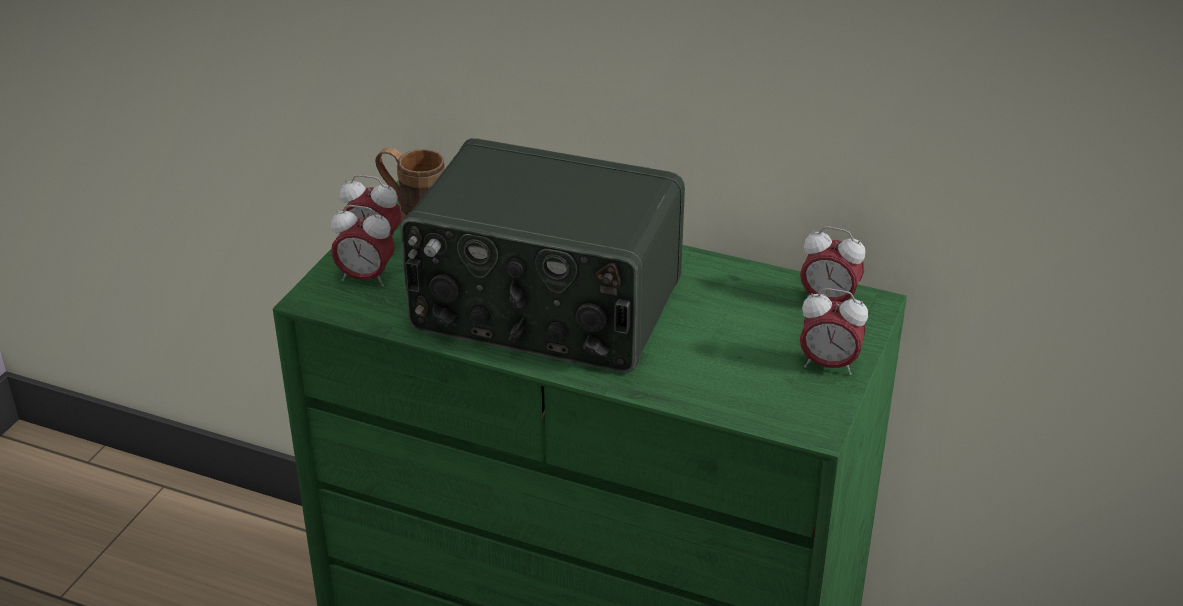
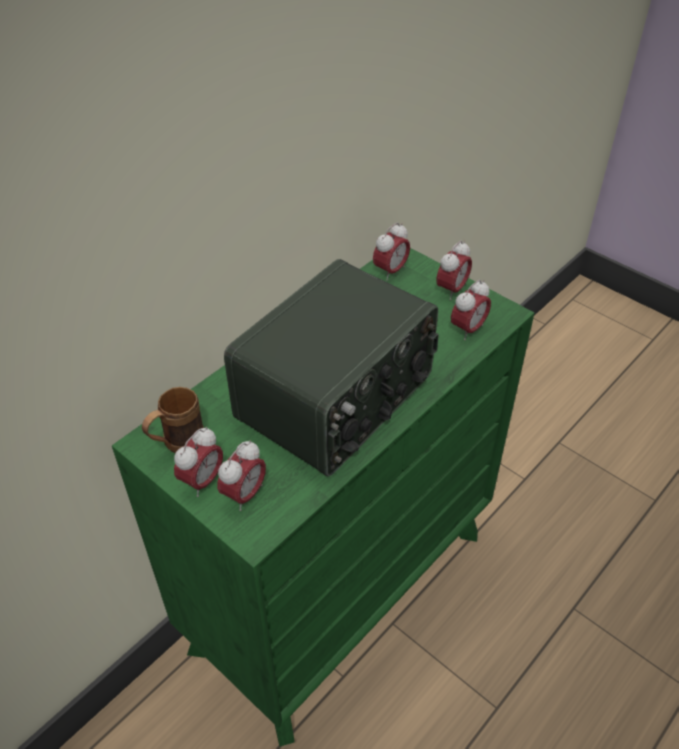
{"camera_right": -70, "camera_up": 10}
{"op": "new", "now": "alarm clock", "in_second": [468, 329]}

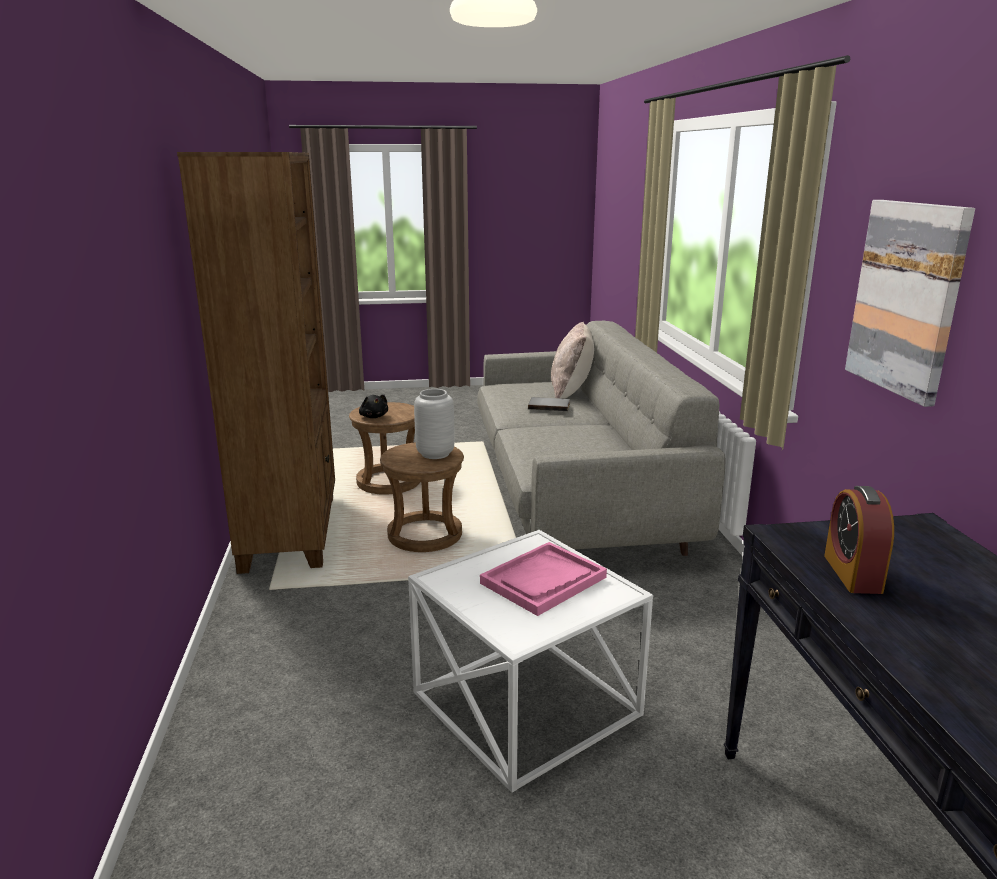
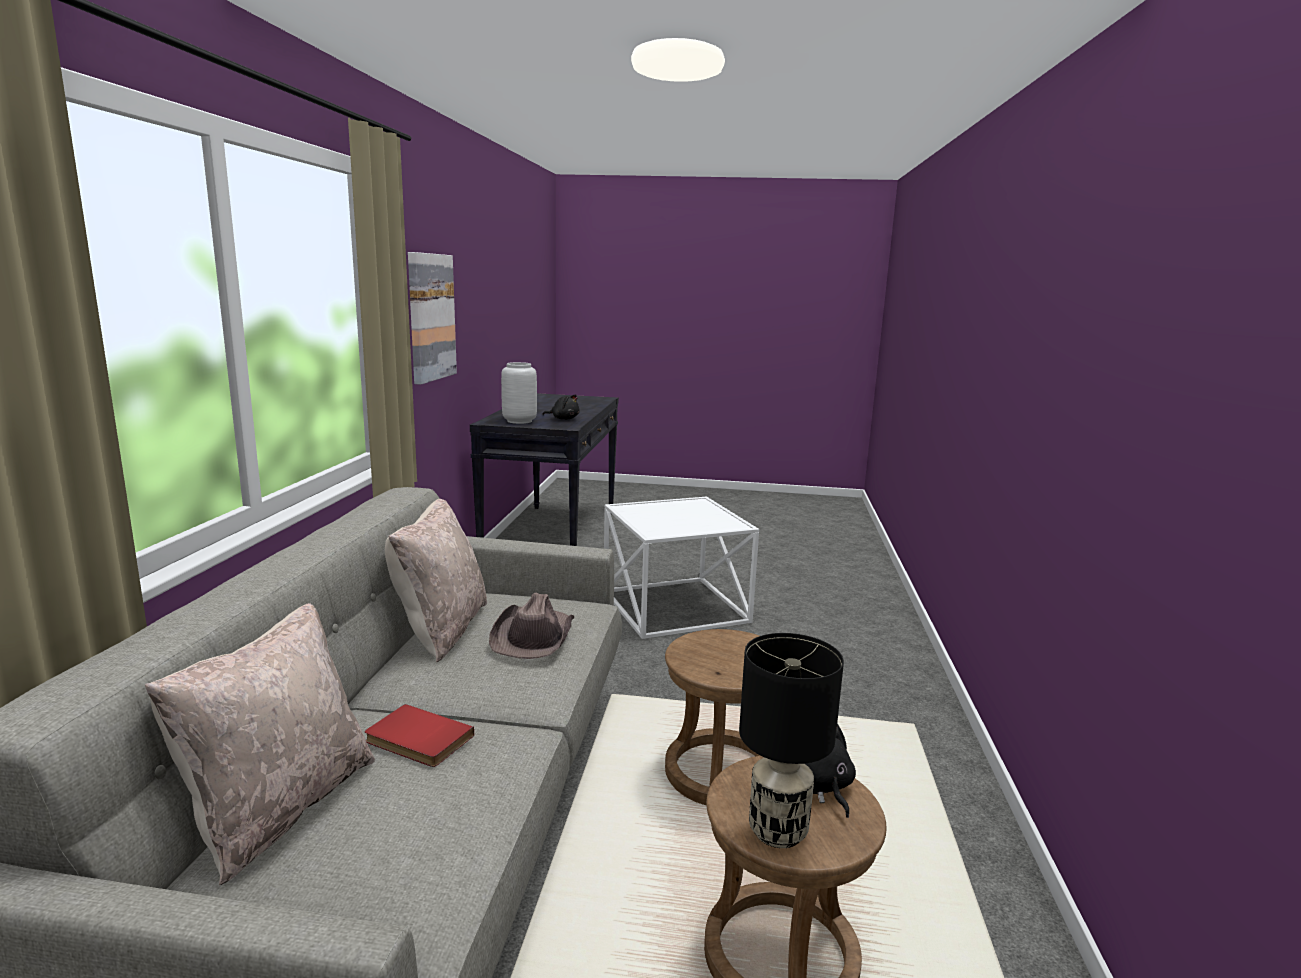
{"camera_right": -165, "camera_up": -5}
{"op": "gone", "was": "brownish bookshelf", "in_first": [291, 531]}
{"op": "shifted", "was": "gray decorative vase", "in_first": [436, 454], "in_second": [518, 421]}
{"op": "repainted", "was": "gray book", "now": "reddish book", "in_first": [549, 406], "in_second": [417, 740]}
{"op": "swapped", "was": "alarm clock", "now": "black cuddly toy", "in_first": [852, 573], "in_second": [563, 419]}
{"op": "gone", "was": "pink serving tray", "in_first": [543, 580]}
{"op": "new", "now": "sand-coloured throw pillow", "in_second": [440, 630]}
{"op": "new", "now": "brownish clothing hat", "in_second": [533, 636]}
{"op": "new", "now": "black lamp for a table", "in_second": [776, 831]}

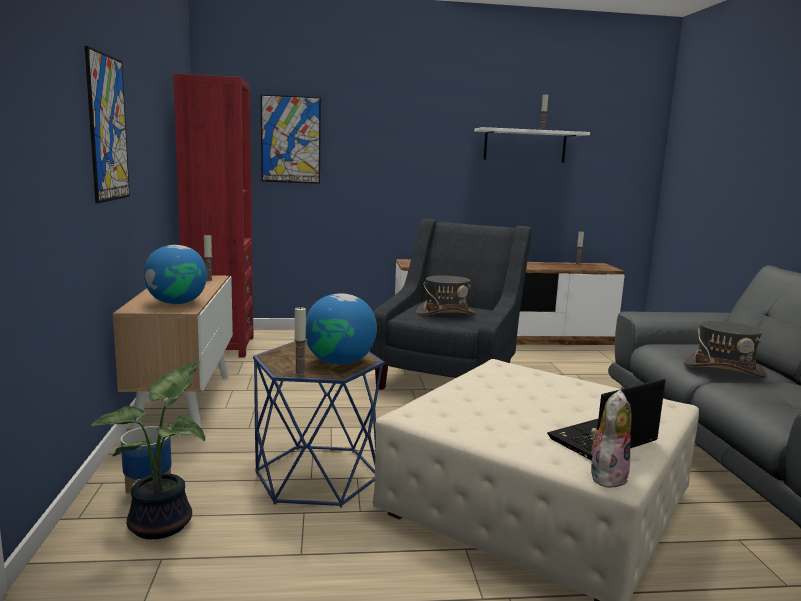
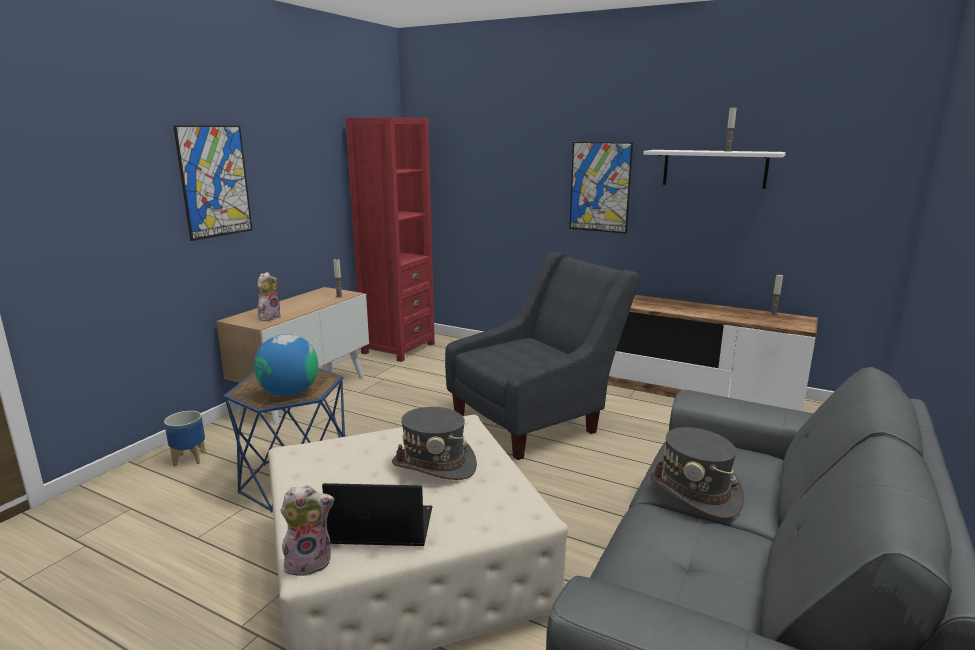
{"camera_right": 35, "camera_up": 5}
{"op": "shifted", "was": "picture", "in_first": [290, 139], "in_second": [600, 187]}
{"op": "swapped", "was": "world globe", "now": "cuddly toy", "in_first": [177, 303], "in_second": [269, 317]}
{"op": "shifted", "was": "gray clothing hat", "in_first": [446, 313], "in_second": [434, 465]}
{"op": "gone", "was": "candle", "in_first": [300, 373]}
{"op": "gone", "was": "houseplant", "in_first": [165, 524]}

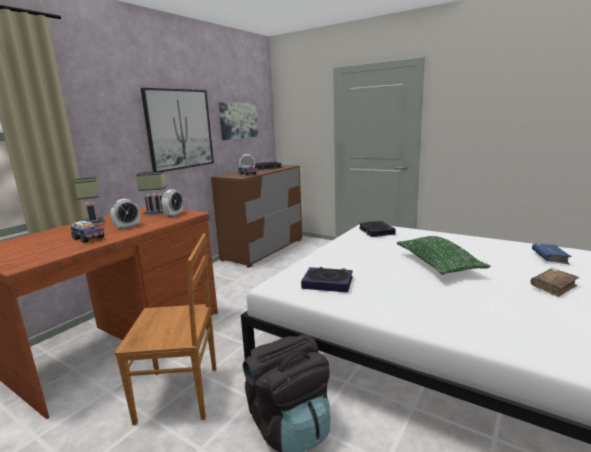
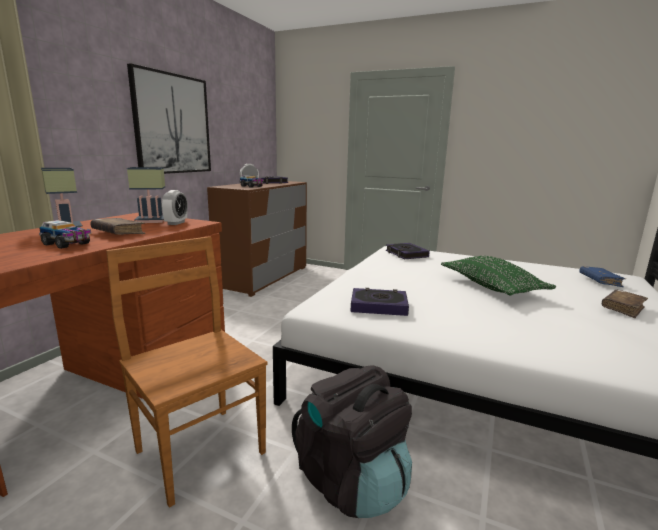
{"camera_right": -10, "camera_up": 0}
{"op": "gone", "was": "picture", "in_first": [238, 120]}
{"op": "swapped", "was": "alarm clock", "now": "brownish book", "in_first": [127, 227], "in_second": [118, 233]}
{"op": "rotated", "was": "brownish plain chair", "in_first": [181, 394], "in_second": [199, 449], "clockwise": -120}

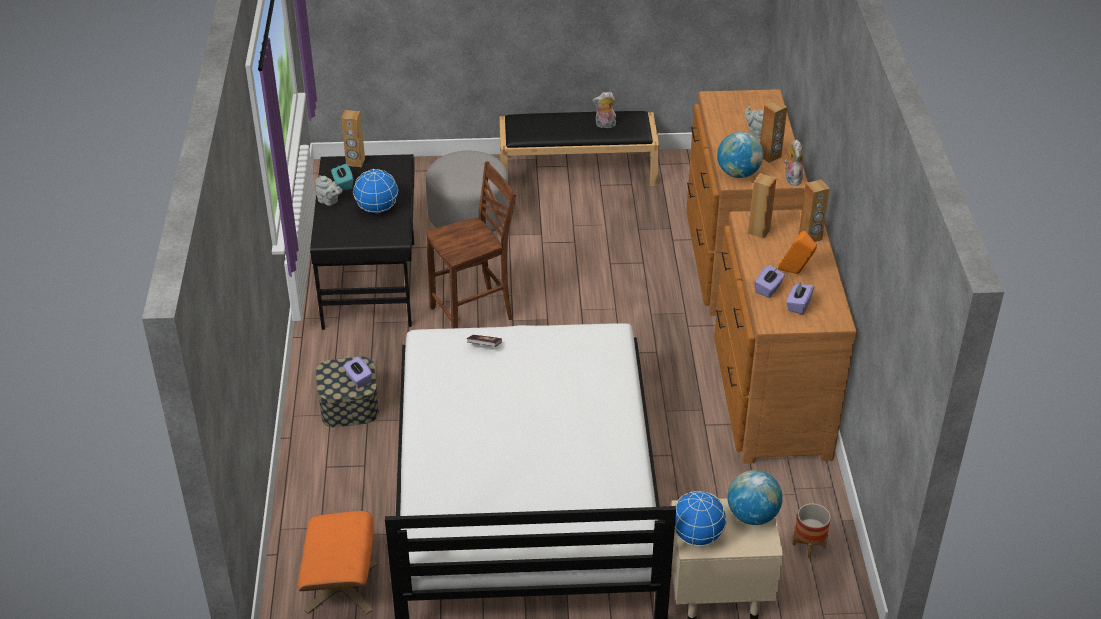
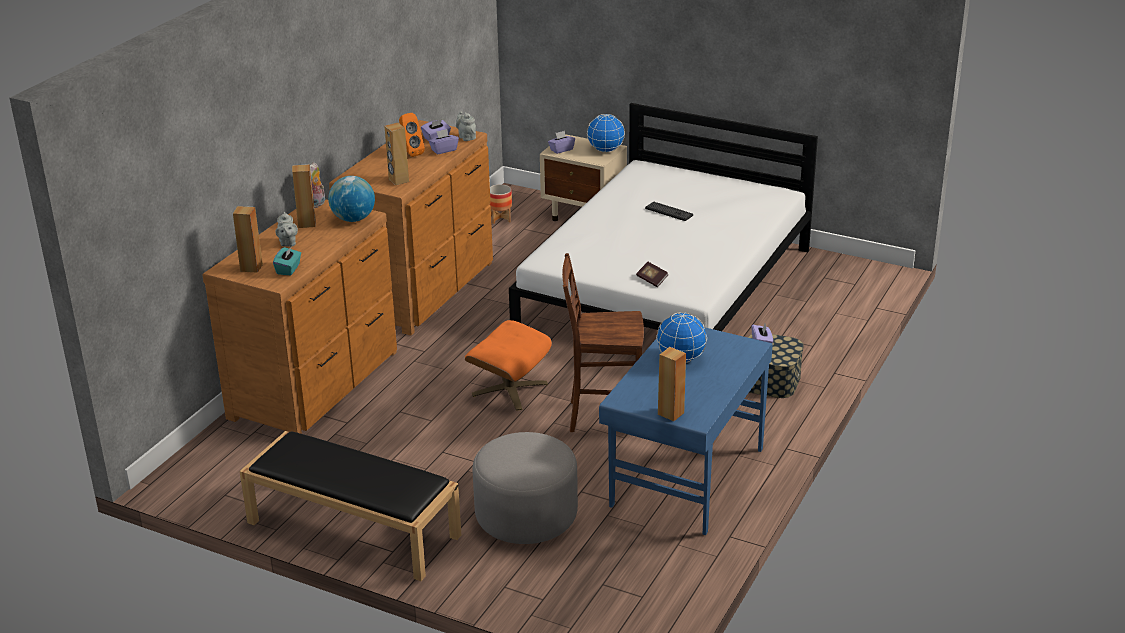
{"camera_right": -150, "camera_up": -10}
{"op": "gone", "was": "cuddly toy", "in_first": [605, 125]}
{"op": "repainted", "was": "black desk", "now": "blue desk", "in_first": [371, 283], "in_second": [685, 477]}
{"op": "shifted", "was": "turquoise box of tissues", "in_first": [343, 184], "in_second": [288, 269]}
{"op": "shifted", "was": "gray tea pot", "in_first": [329, 201], "in_second": [466, 137]}
{"op": "shifted", "was": "brownish speaker", "in_first": [810, 237], "in_second": [251, 267]}
{"op": "swapped", "was": "world globe", "now": "purple-coloured box of tissues", "in_first": [752, 515], "in_second": [561, 149]}
{"op": "shifted", "was": "orange ottoman", "in_first": [341, 587], "in_second": [509, 389]}
{"op": "new", "now": "keyboard", "in_second": [669, 212]}

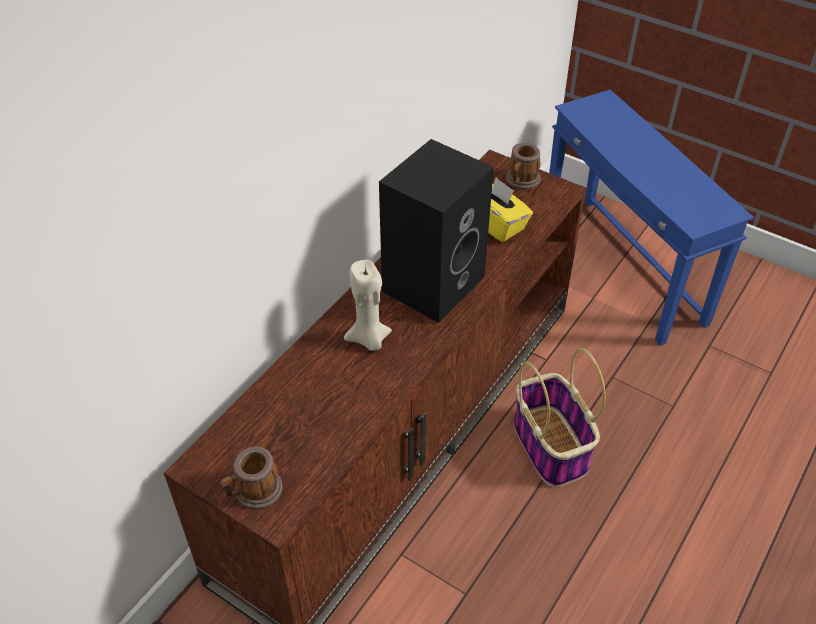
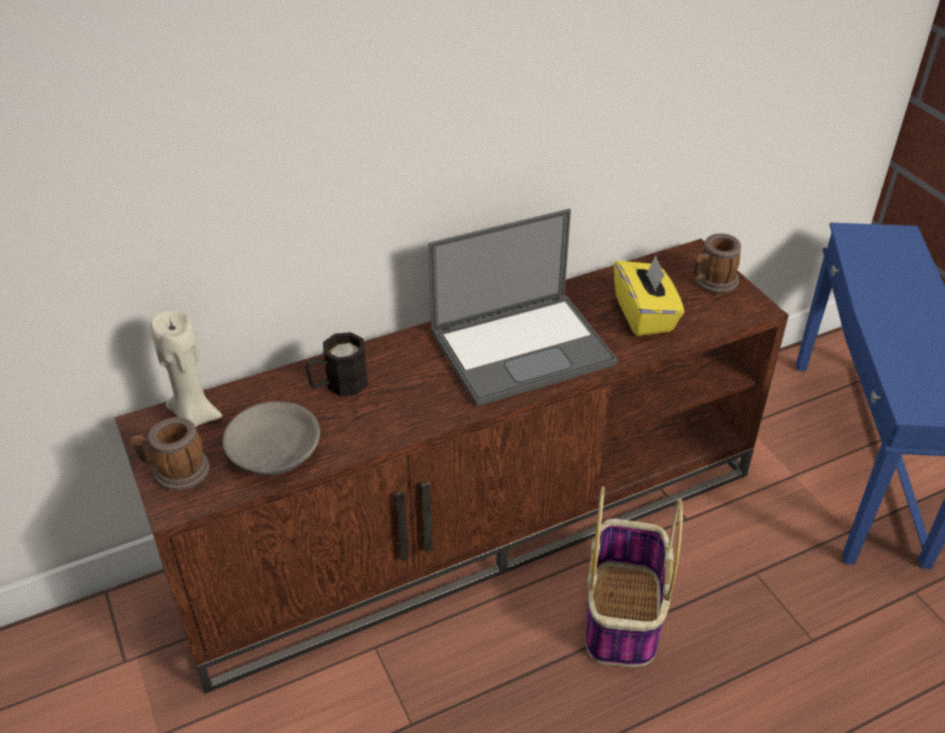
{"camera_right": 30, "camera_up": -5}
{"op": "swapped", "was": "black speaker", "now": "laptop", "in_first": [433, 282], "in_second": [523, 347]}
{"op": "shifted", "was": "sand-coloured candle", "in_first": [369, 340], "in_second": [193, 417]}
{"op": "new", "now": "black mug", "in_second": [338, 385]}
{"op": "new", "now": "gray deep dish", "in_second": [273, 451]}

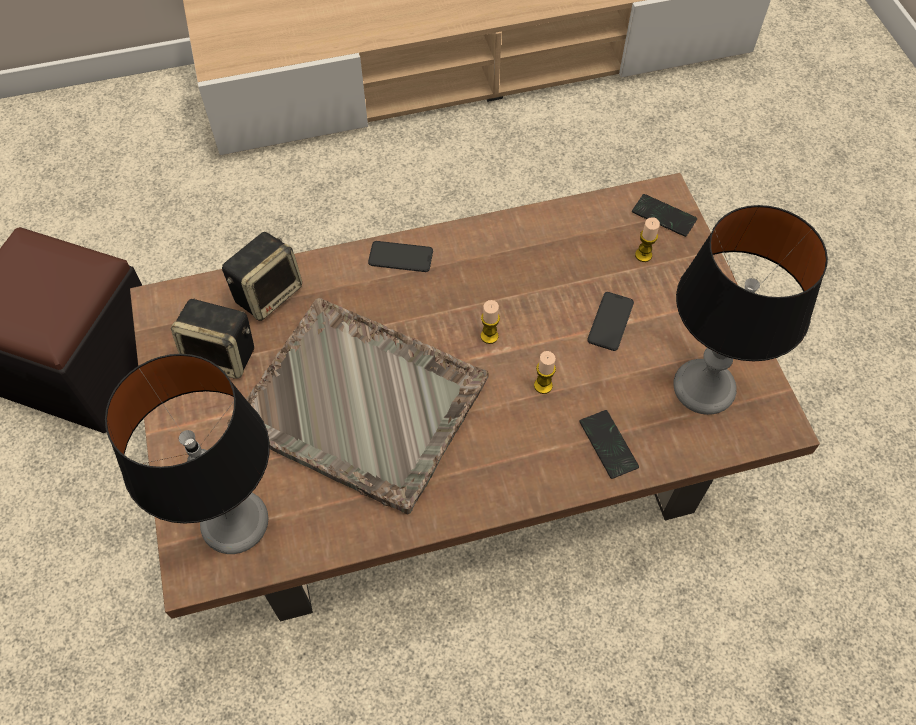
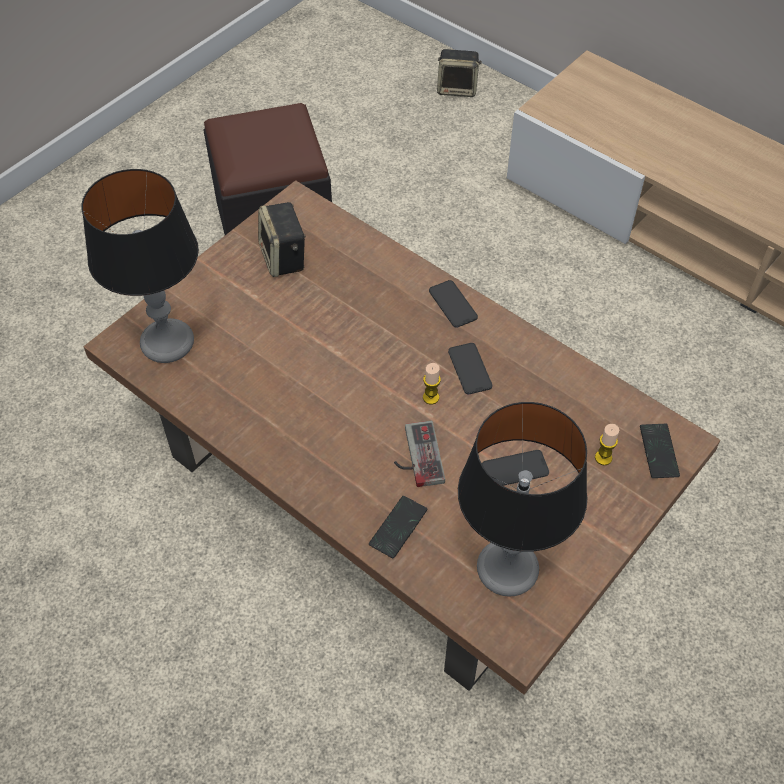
{"camera_right": 55, "camera_up": -5}
{"op": "shifted", "was": "speaker", "in_first": [268, 293], "in_second": [457, 88]}
{"op": "gone", "was": "gray serving tray", "in_first": [363, 405]}
{"op": "swapped", "was": "candle", "now": "joypad", "in_first": [543, 385], "in_second": [416, 456]}
{"op": "new", "now": "handset", "in_second": [470, 369]}

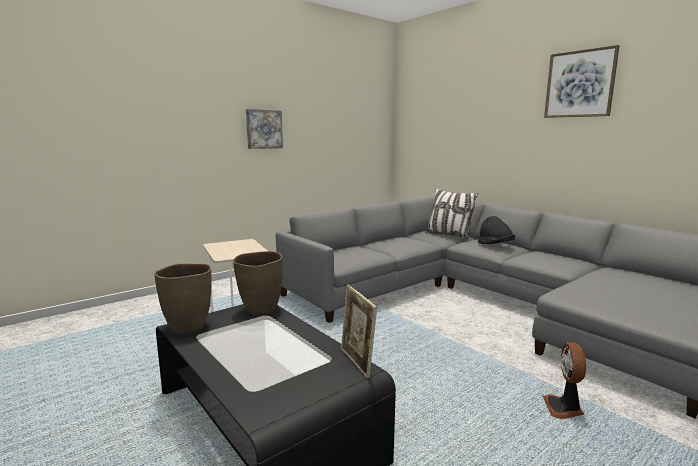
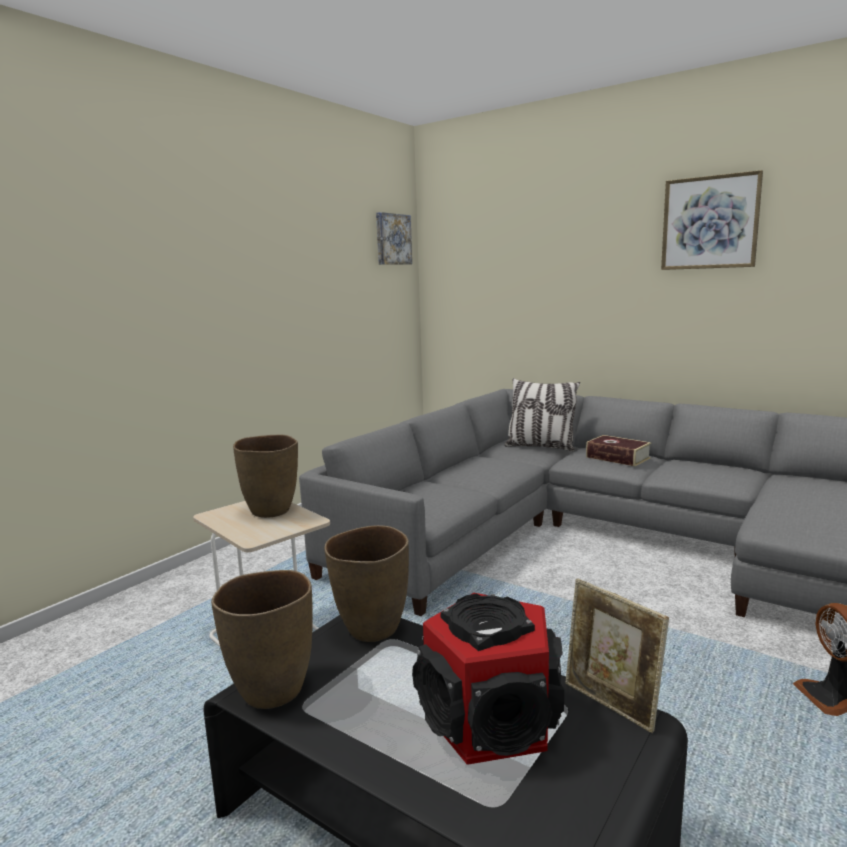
{"camera_right": -15, "camera_up": 0}
{"op": "shifted", "was": "picture", "in_first": [263, 129], "in_second": [392, 239]}
{"op": "swapped", "was": "black clothing hat", "now": "book", "in_first": [495, 245], "in_second": [617, 457]}
{"op": "new", "now": "brownish decorative vase", "in_second": [272, 511]}
{"op": "new", "now": "speaker", "in_second": [493, 722]}

